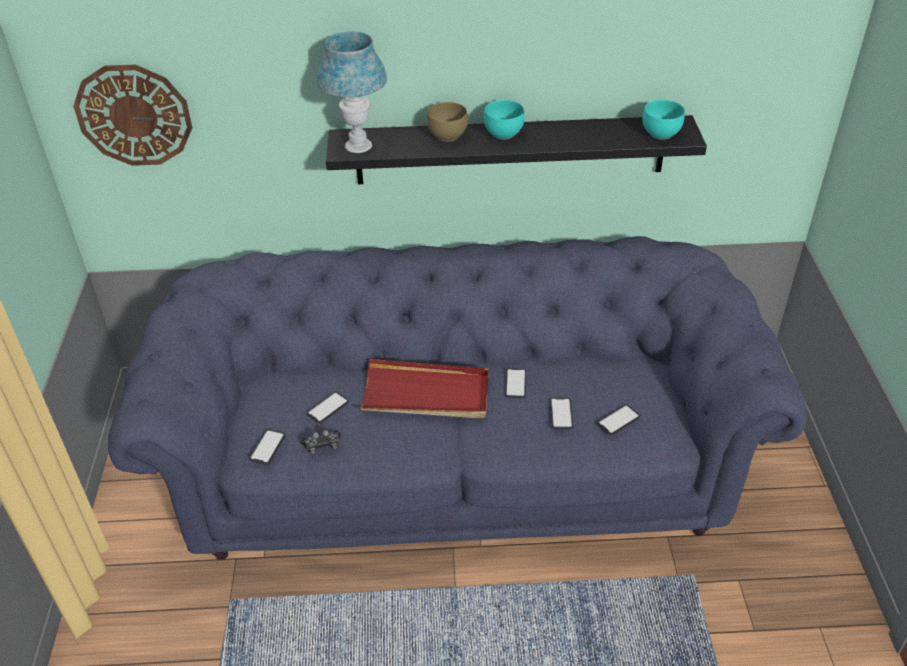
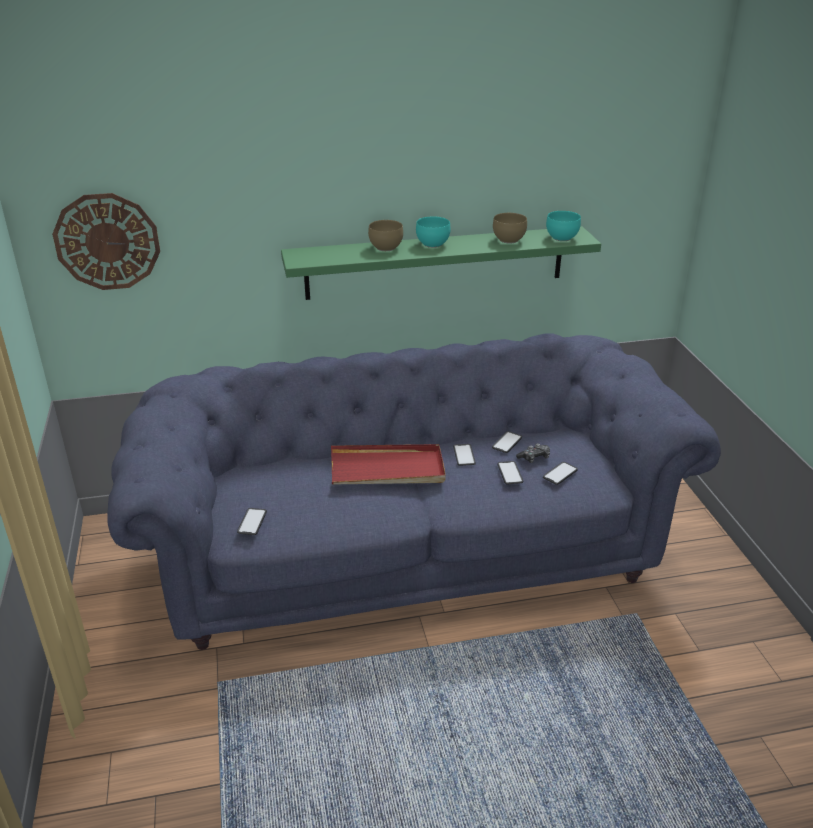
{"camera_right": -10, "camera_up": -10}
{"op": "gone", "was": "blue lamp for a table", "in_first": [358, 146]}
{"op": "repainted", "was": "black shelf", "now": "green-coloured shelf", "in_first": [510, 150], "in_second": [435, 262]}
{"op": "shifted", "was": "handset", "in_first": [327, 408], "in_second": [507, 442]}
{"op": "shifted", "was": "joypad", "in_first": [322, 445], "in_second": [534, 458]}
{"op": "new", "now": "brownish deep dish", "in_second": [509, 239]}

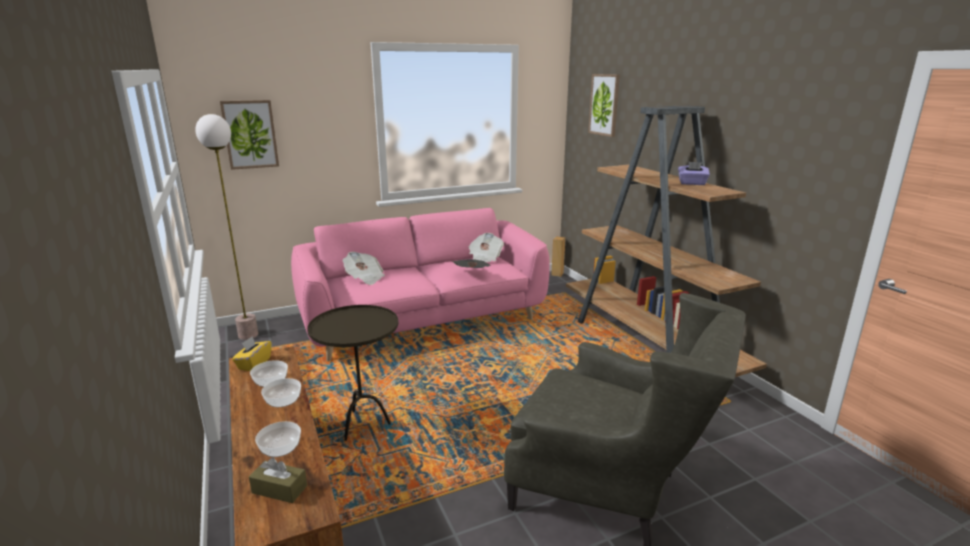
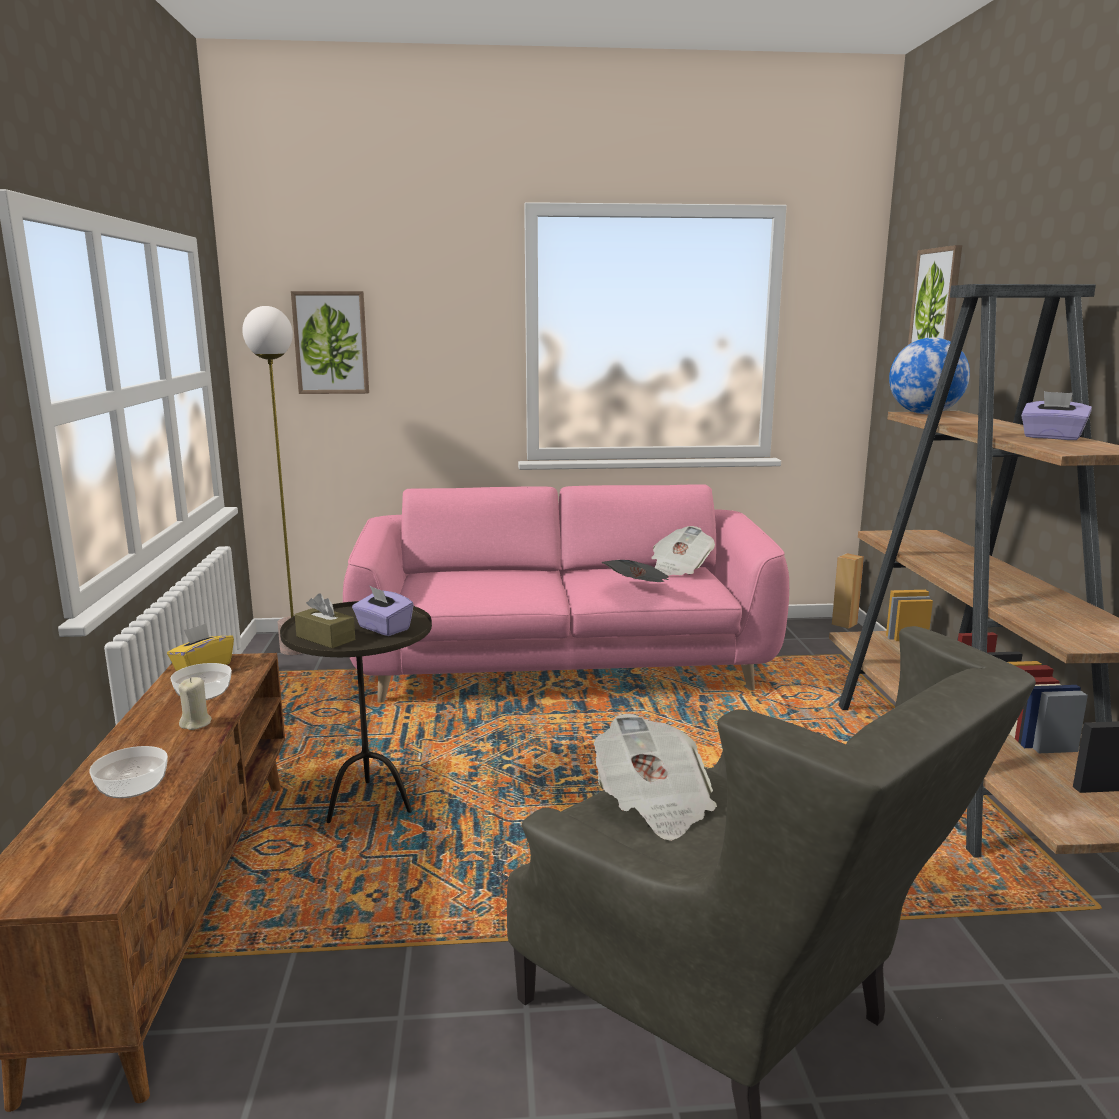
{"camera_right": 20, "camera_up": -5}
{"op": "shifted", "was": "newspaper", "in_first": [364, 278], "in_second": [653, 804]}
{"op": "swapped", "was": "deep dish", "now": "sand-coloured candle", "in_first": [283, 401], "in_second": [196, 723]}
{"op": "shifted", "was": "brownish box of tissues", "in_first": [279, 489], "in_second": [325, 638]}
{"op": "new", "now": "world globe", "in_second": [924, 414]}
{"op": "new", "now": "purple-coloured box of tissues", "in_second": [383, 628]}

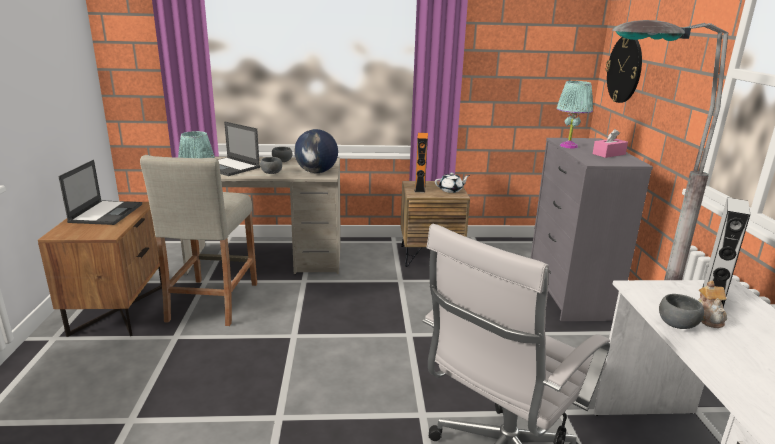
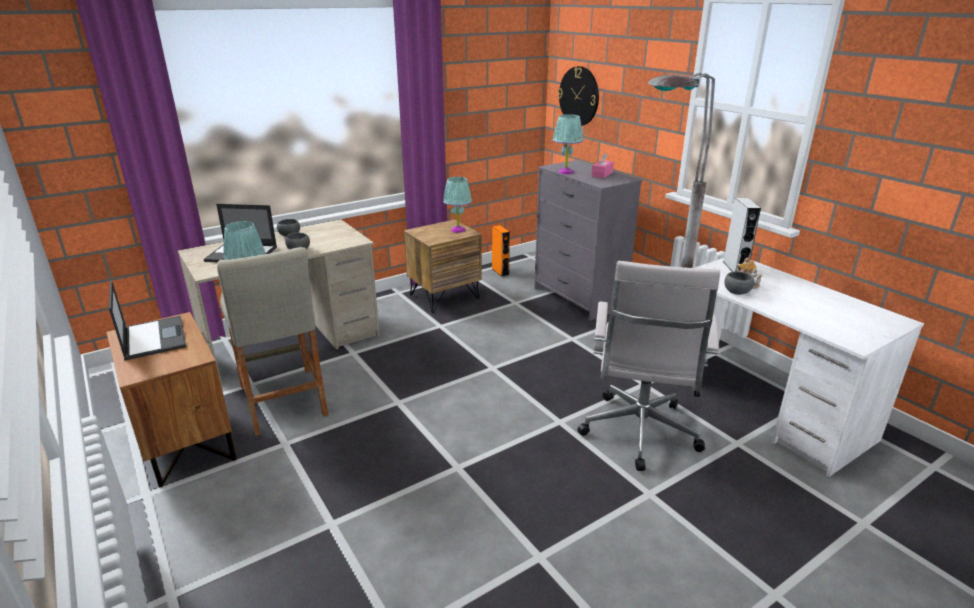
{"camera_right": -30, "camera_up": 5}
{"op": "gone", "was": "world globe", "in_first": [317, 172]}
{"op": "shifted", "was": "orange speaker", "in_first": [420, 188], "in_second": [500, 272]}
{"op": "swapped", "was": "white tea pot", "now": "turquoise lamp for a table", "in_first": [451, 190], "in_second": [458, 230]}

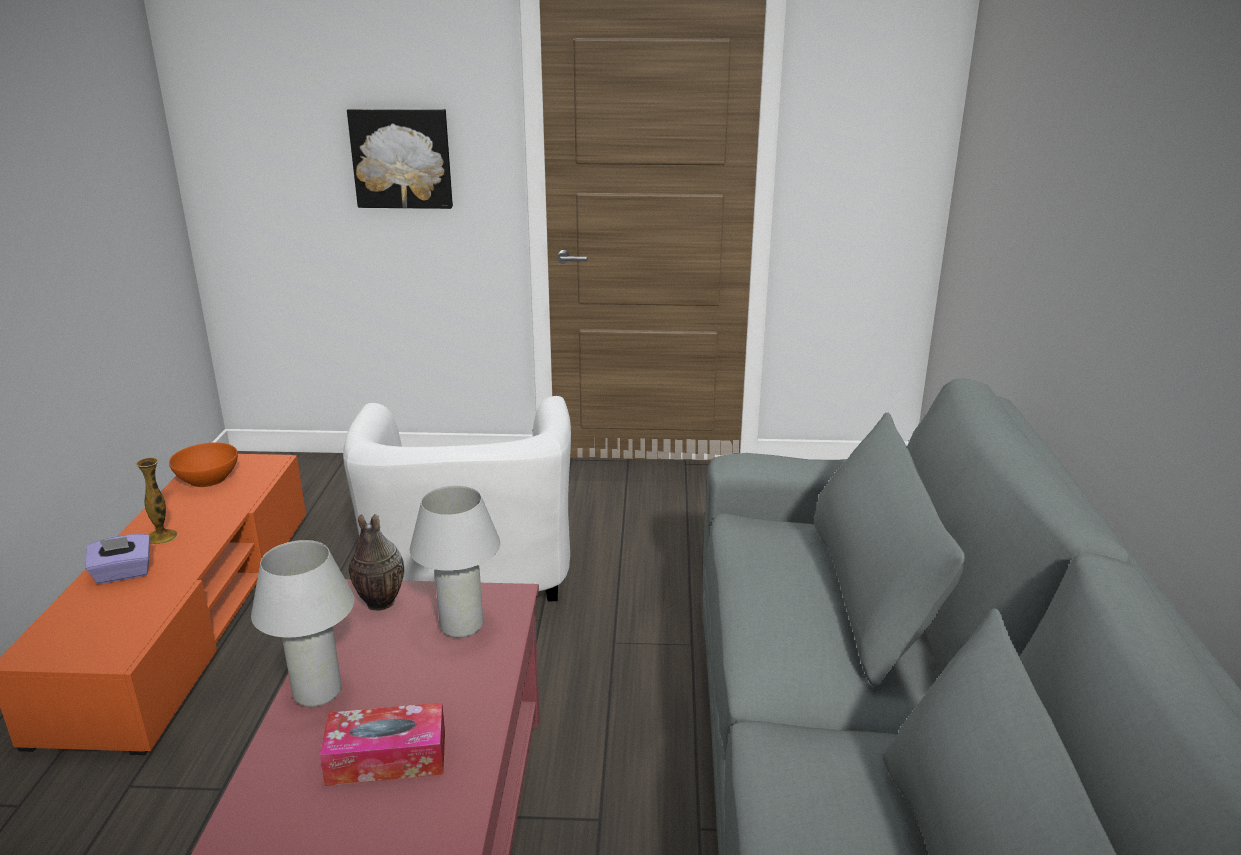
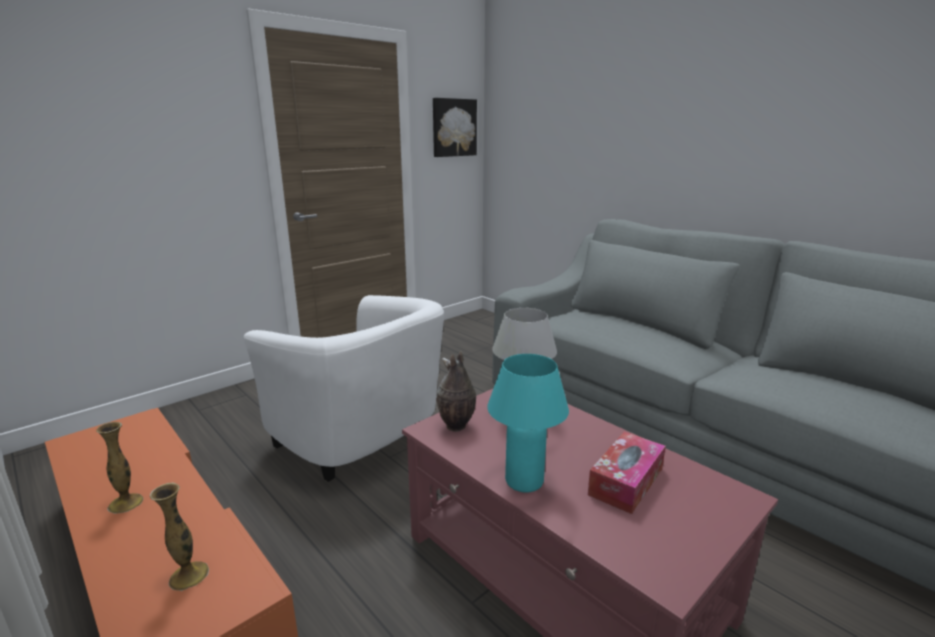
{"camera_right": -45, "camera_up": -5}
{"op": "shifted", "was": "picture", "in_first": [402, 158], "in_second": [453, 127]}
{"op": "gone", "was": "orange deep dish", "in_first": [208, 478]}
{"op": "gone", "was": "purple-coloured box of tissues", "in_first": [123, 574]}
{"op": "repainted", "was": "white lamp for a table", "now": "turquoise lamp for a table", "in_first": [317, 692], "in_second": [524, 481]}
{"op": "new", "now": "decorative vase", "in_second": [189, 575]}

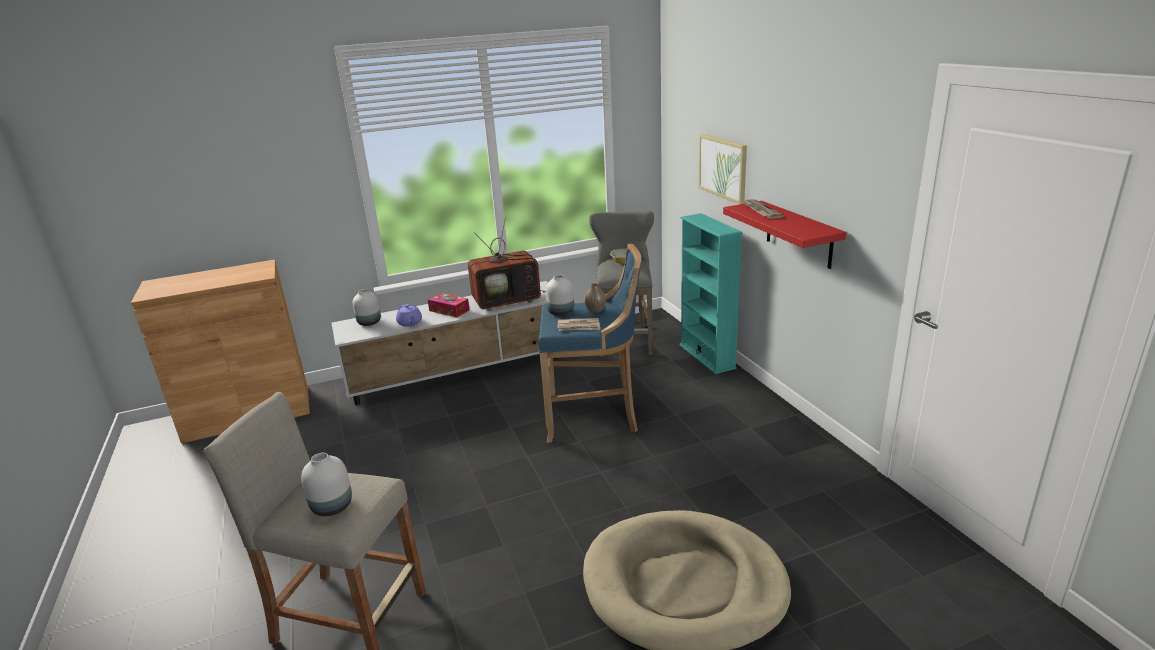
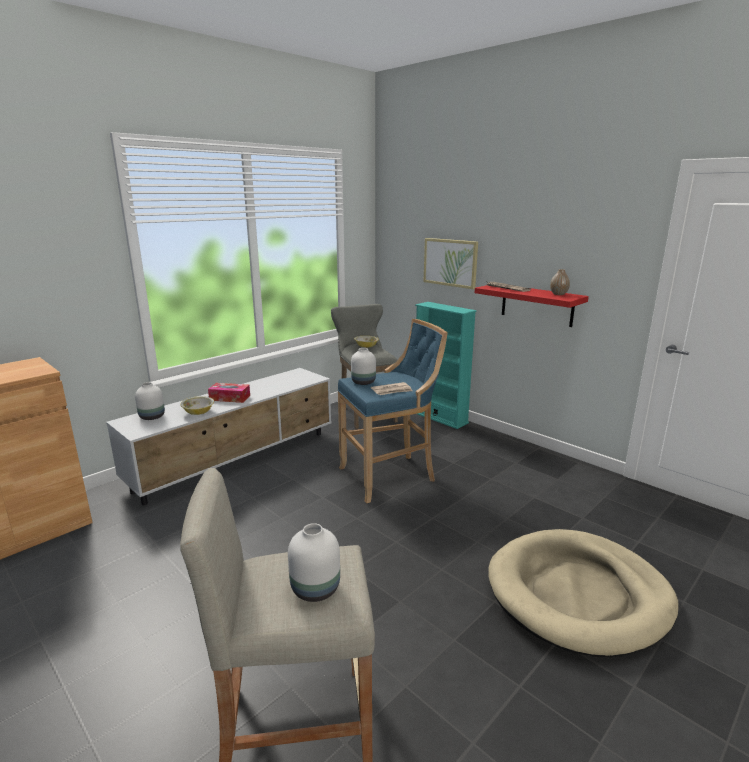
{"camera_right": -25, "camera_up": -5}
{"op": "gone", "was": "TV set", "in_first": [508, 300]}
{"op": "shifted", "was": "decorative vase", "in_first": [595, 310], "in_second": [558, 294]}
{"op": "swapped", "was": "purple-coloured tea pot", "now": "deep dish", "in_first": [410, 323], "in_second": [198, 412]}

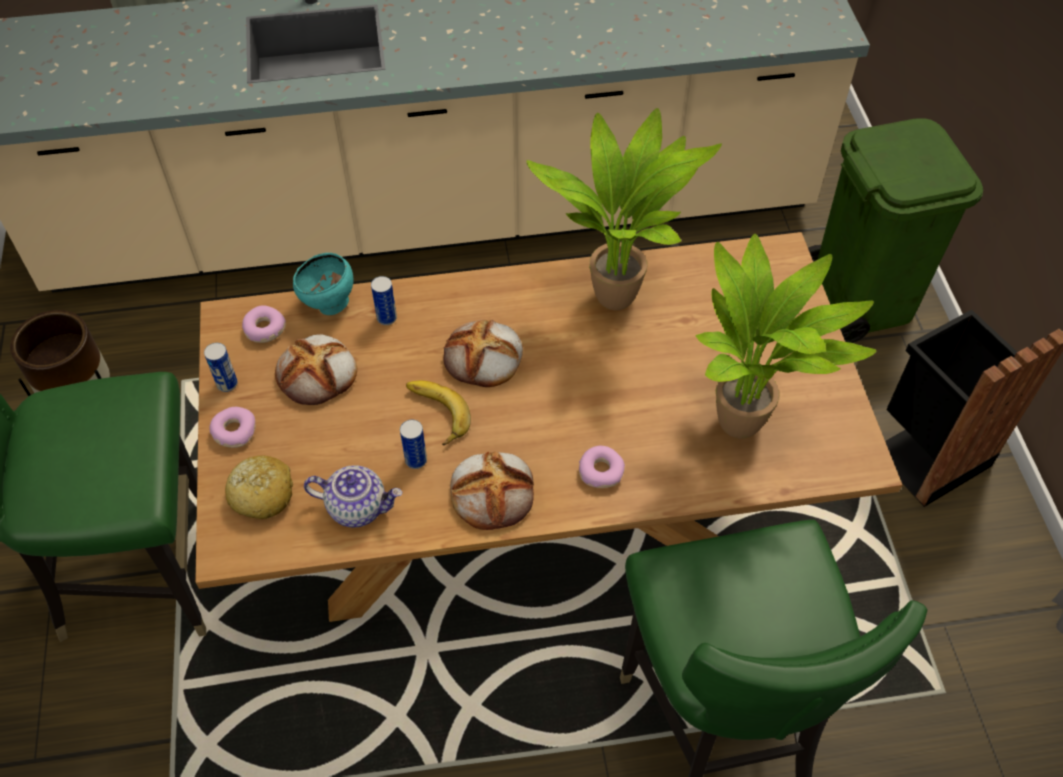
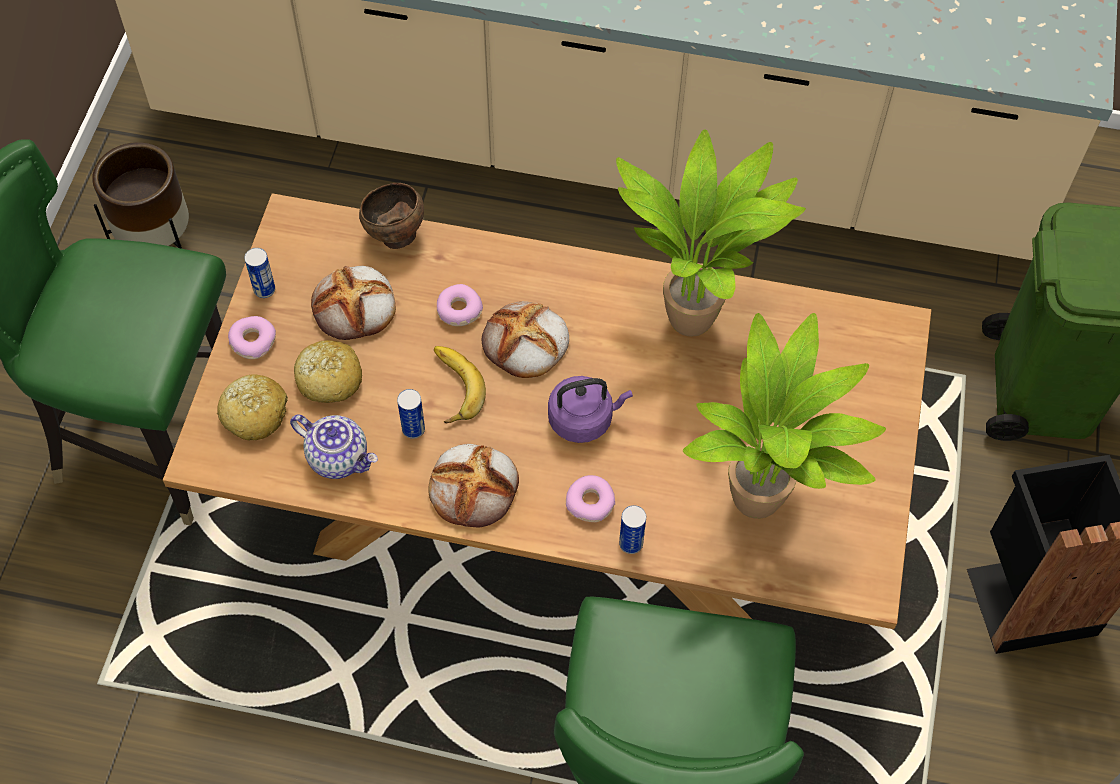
{"camera_right": 20, "camera_up": 5}
{"op": "repainted", "was": "turquoise deep dish", "now": "brownish deep dish", "in_first": [329, 305], "in_second": [395, 236]}
{"op": "shifted", "was": "sealed can", "in_first": [386, 318], "in_second": [631, 543]}
{"op": "shifted", "was": "donut", "in_first": [264, 329], "in_second": [458, 310]}
{"op": "new", "now": "baked bread", "in_second": [329, 378]}
{"op": "new", "now": "purple-coloured water kettle", "in_second": [584, 419]}

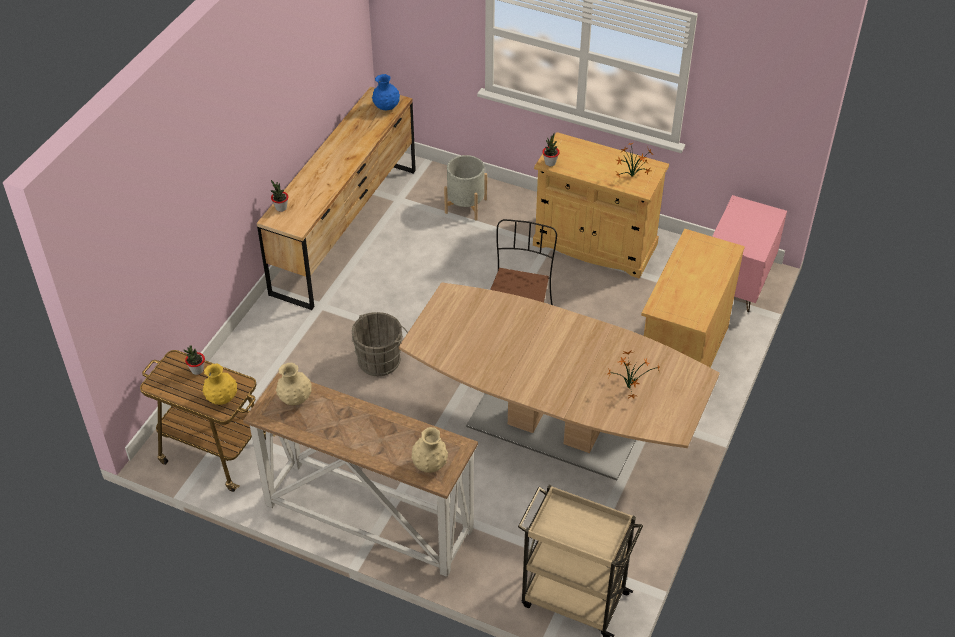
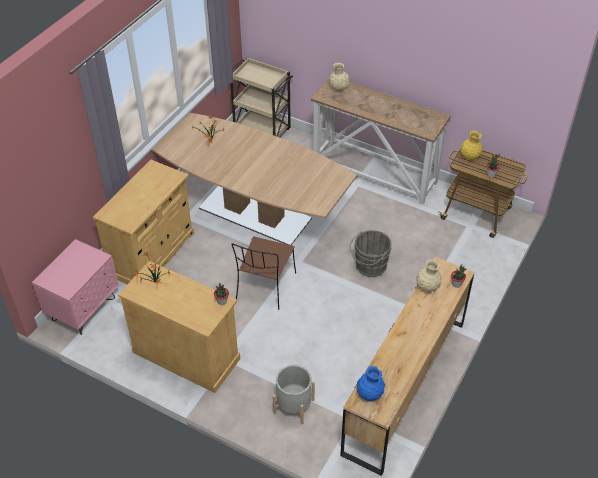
{"camera_right": -175, "camera_up": 0}
{"op": "shifted", "was": "sand-coloured decorative vase", "in_first": [295, 399], "in_second": [427, 287]}

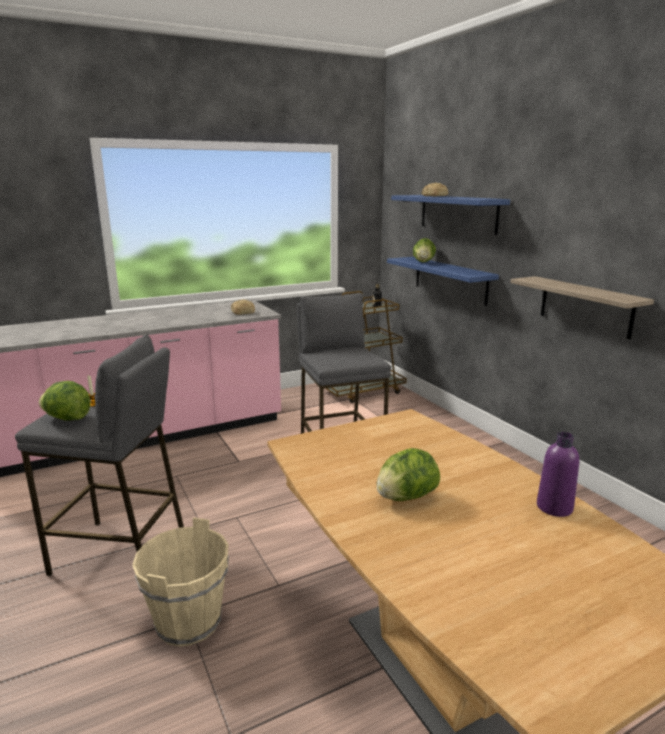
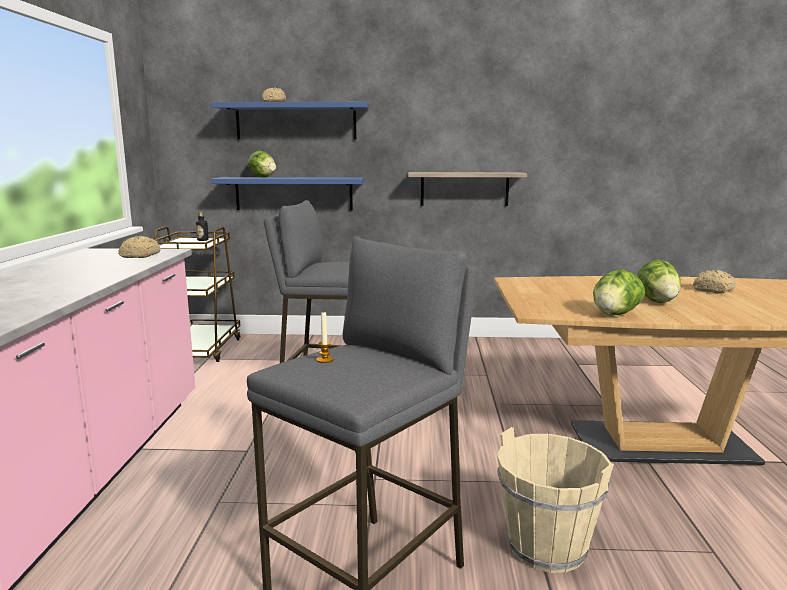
{"camera_right": -60, "camera_up": -5}
{"op": "shifted", "was": "lettuce", "in_first": [67, 418], "in_second": [615, 314]}
{"op": "gone", "was": "purple-coloured drink bottle", "in_first": [554, 507]}
{"op": "new", "now": "baked bread", "in_second": [712, 290]}

